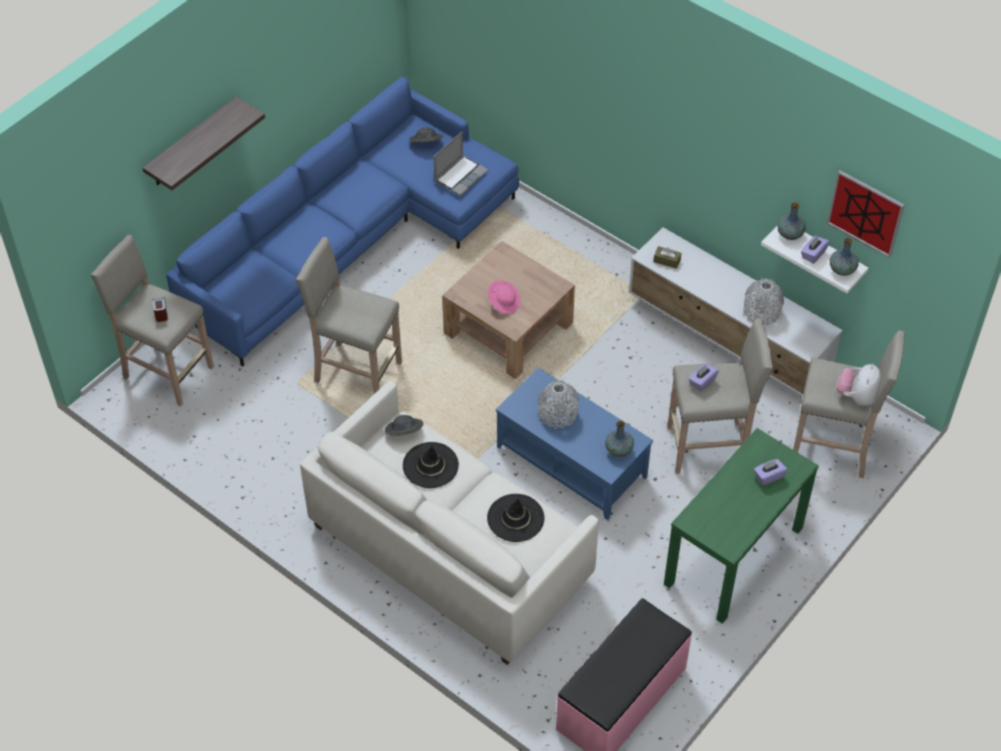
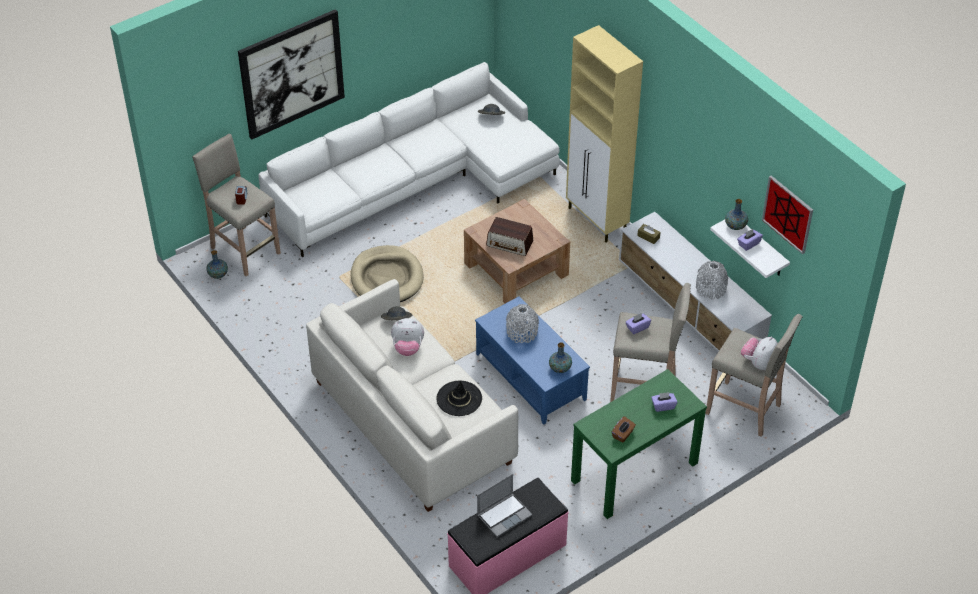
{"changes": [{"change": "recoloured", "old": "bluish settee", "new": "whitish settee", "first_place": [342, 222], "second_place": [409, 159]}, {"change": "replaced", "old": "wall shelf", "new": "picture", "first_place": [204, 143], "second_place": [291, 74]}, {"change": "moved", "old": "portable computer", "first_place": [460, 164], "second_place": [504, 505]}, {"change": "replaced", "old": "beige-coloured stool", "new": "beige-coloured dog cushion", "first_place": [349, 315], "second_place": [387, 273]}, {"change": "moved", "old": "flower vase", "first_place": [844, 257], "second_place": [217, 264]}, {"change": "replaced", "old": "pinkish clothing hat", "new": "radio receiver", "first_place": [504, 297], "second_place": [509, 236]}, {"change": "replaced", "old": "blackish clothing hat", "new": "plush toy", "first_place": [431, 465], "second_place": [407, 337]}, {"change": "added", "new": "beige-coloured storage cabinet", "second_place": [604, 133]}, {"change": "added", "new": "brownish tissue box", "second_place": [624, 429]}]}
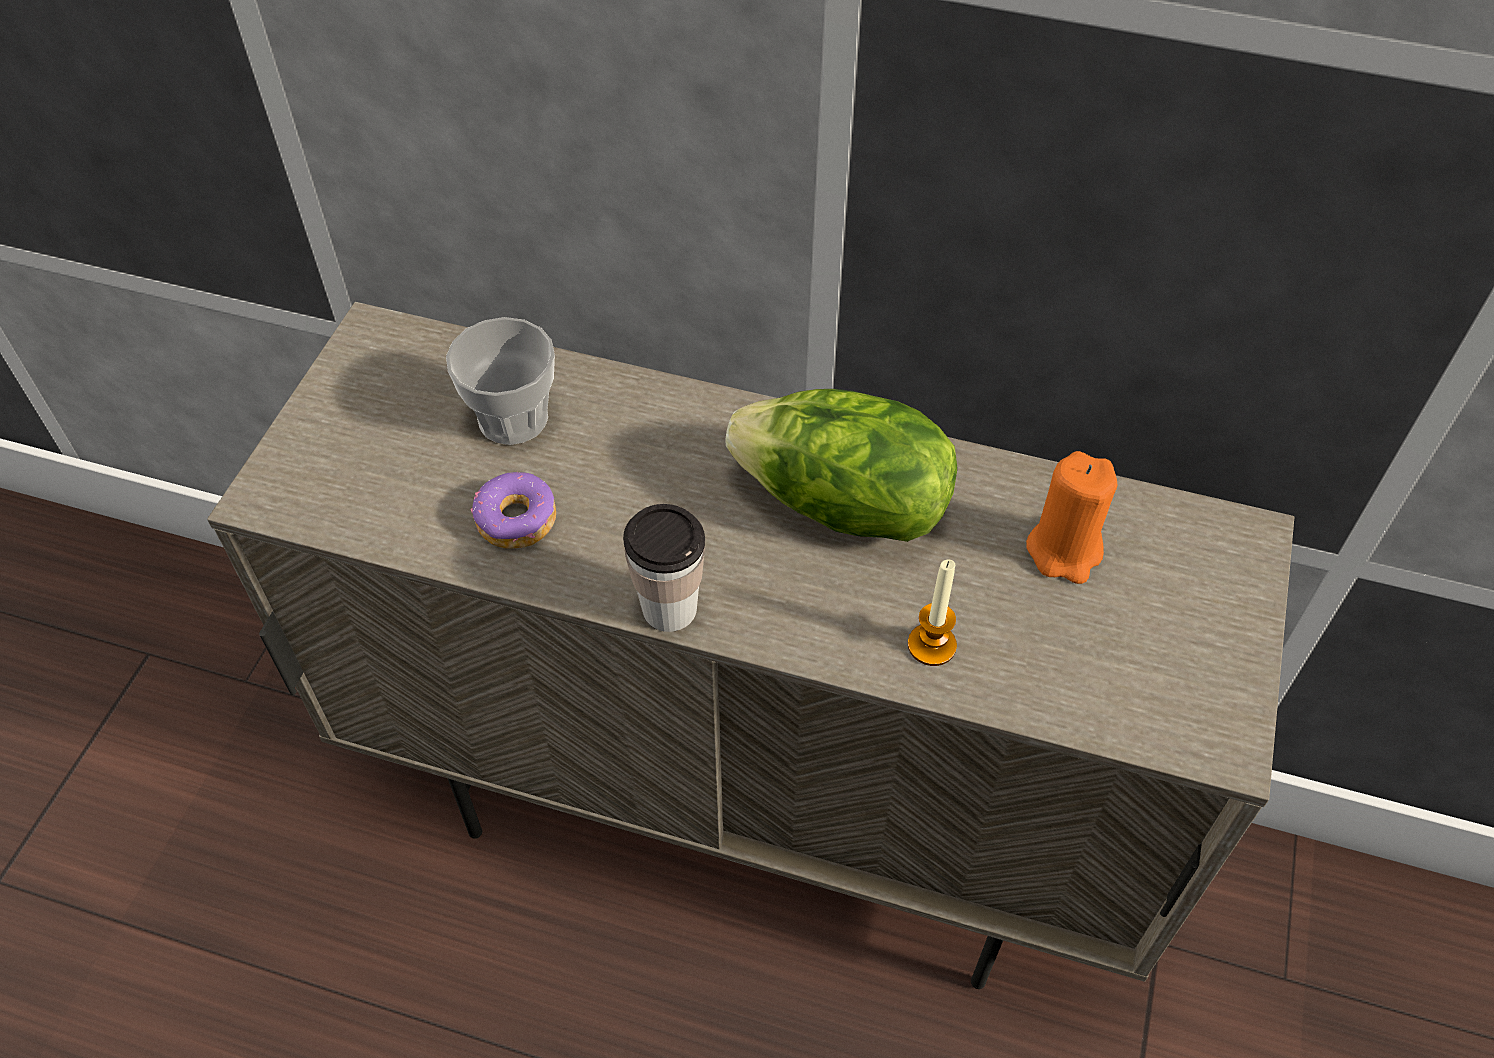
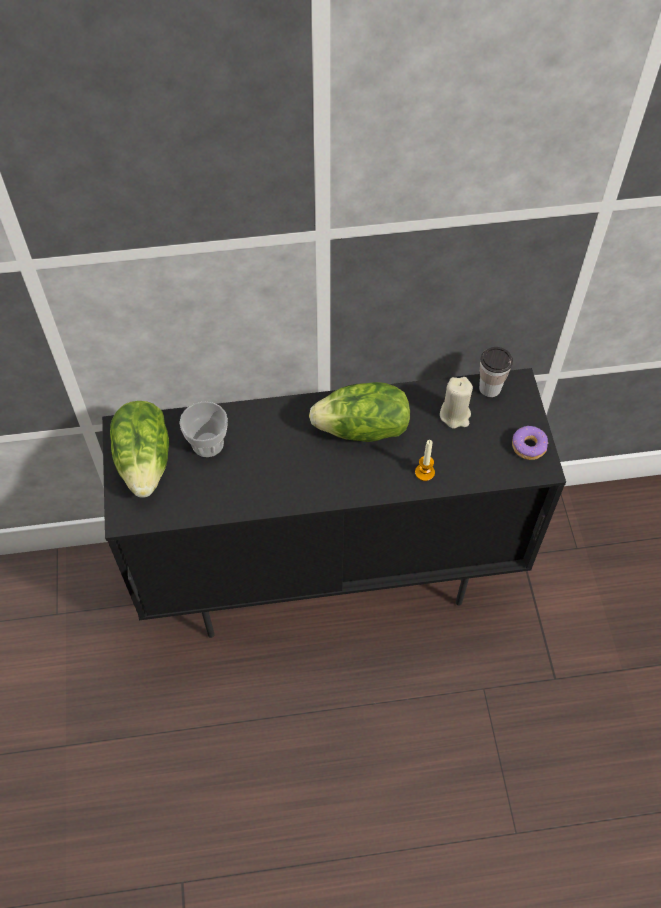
{"changes": [{"change": "recoloured", "old": "beige-coloured storage cabinet", "new": "blackish storage cabinet", "first_place": [750, 645], "second_place": [334, 503]}, {"change": "recoloured", "old": "orange-coloured wax candle", "new": "beige-coloured wax candle", "first_place": [1071, 517], "second_place": [456, 403]}, {"change": "moved", "old": "donut", "first_place": [513, 510], "second_place": [530, 443]}, {"change": "moved", "old": "drinking cup", "first_place": [664, 568], "second_place": [496, 372]}, {"change": "added", "new": "head of lettuce", "second_place": [139, 449]}]}
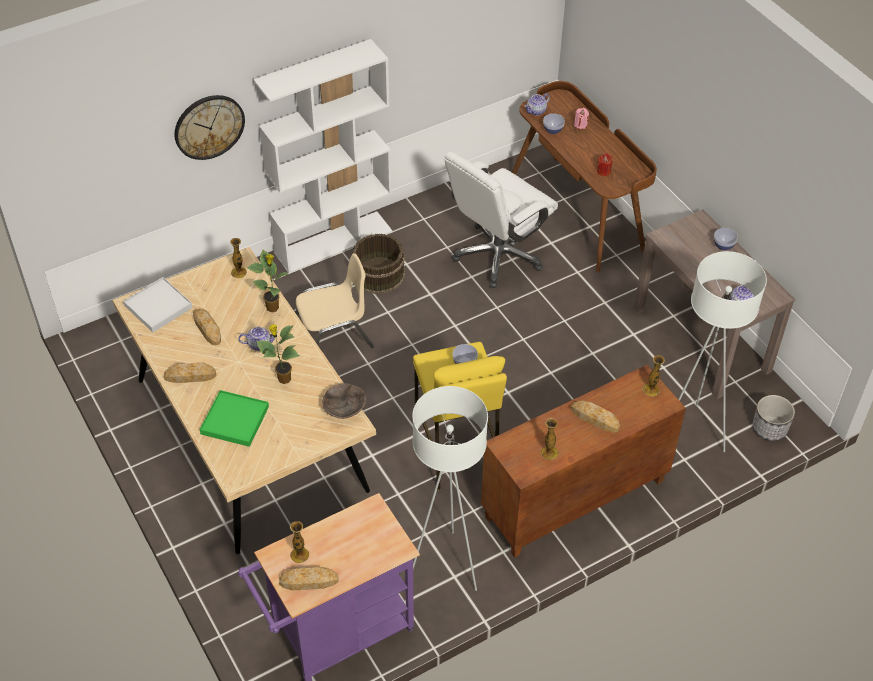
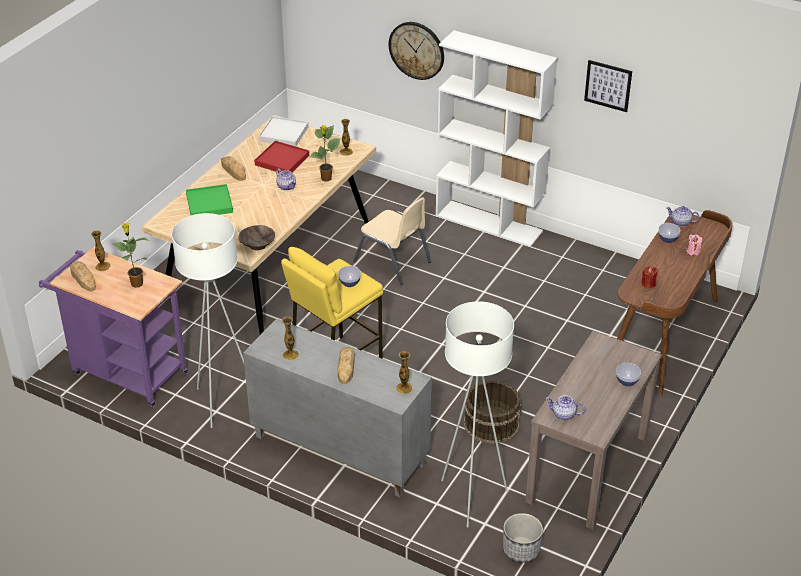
{"changes": [{"change": "removed", "old": "whitish computer chair", "first_place": [501, 219]}, {"change": "moved", "old": "brownish bucket", "first_place": [378, 263], "second_place": [492, 412]}, {"change": "replaced", "old": "bakery bread", "new": "red carrying tray", "first_place": [207, 327], "second_place": [281, 157]}, {"change": "moved", "old": "potted plant", "first_place": [278, 354], "second_place": [131, 255]}, {"change": "recoloured", "old": "brownish storage cabinet", "new": "gray storage cabinet", "first_place": [583, 461], "second_place": [337, 408]}, {"change": "added", "new": "picture", "second_place": [608, 86]}]}
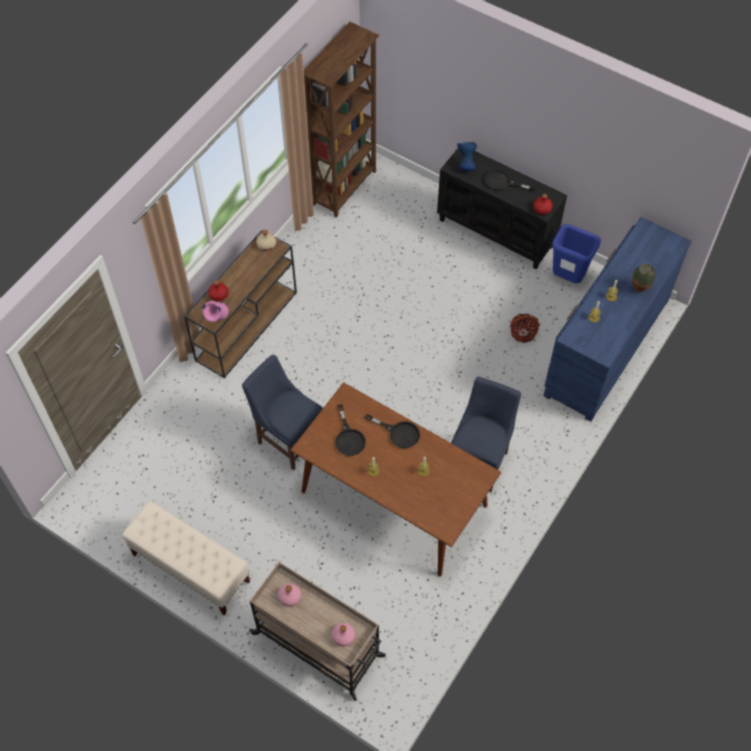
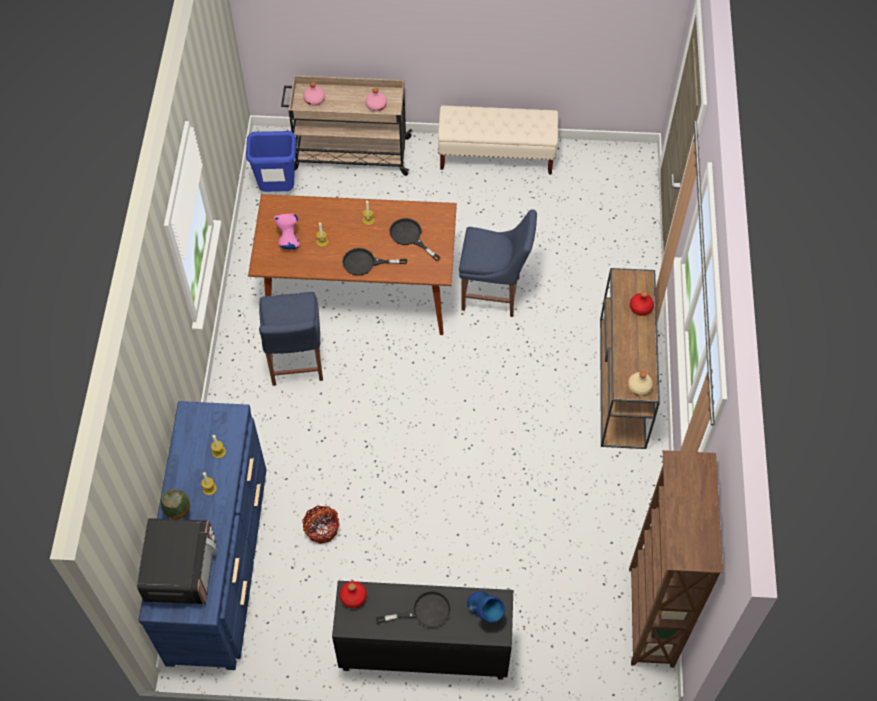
{"changes": [{"change": "moved", "old": "bluish trash can", "first_place": [576, 253], "second_place": [271, 161]}, {"change": "moved", "old": "pinkish flower vase", "first_place": [215, 311], "second_place": [287, 231]}, {"change": "added", "new": "microwave", "second_place": [176, 561]}]}
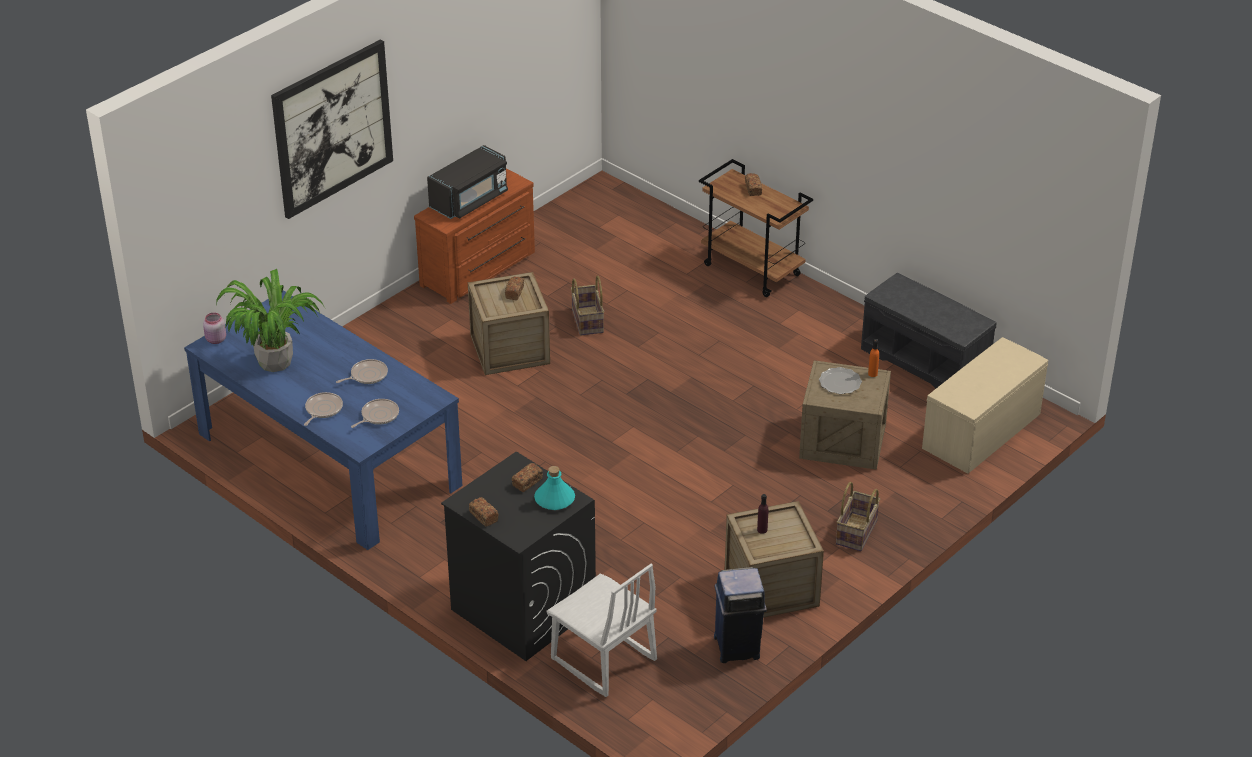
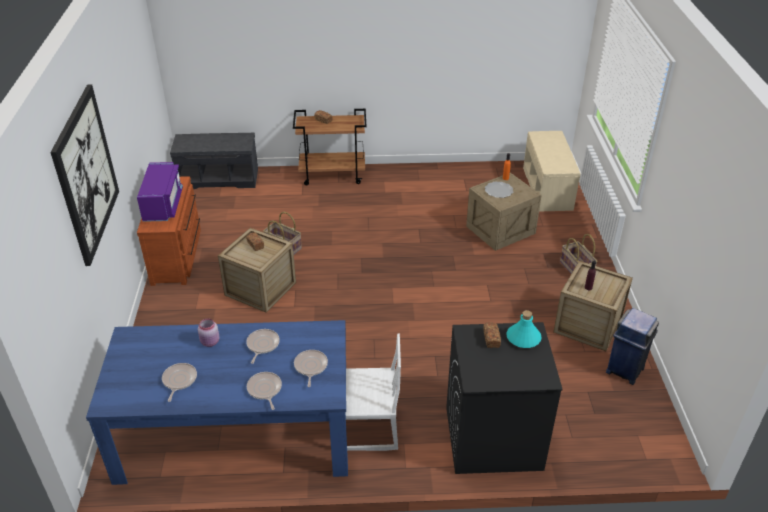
{"changes": [{"change": "recoloured", "old": "blackish microwave", "new": "purplish microwave", "first_place": [467, 182], "second_place": [160, 192]}, {"change": "replaced", "old": "potted plant", "new": "skillet", "first_place": [271, 320], "second_place": [179, 382]}, {"change": "moved", "old": "gray indoor bench", "first_place": [929, 331], "second_place": [214, 161]}, {"change": "moved", "old": "pinkish storage jar", "first_place": [214, 328], "second_place": [208, 333]}, {"change": "removed", "old": "bakery bread", "first_place": [484, 511]}, {"change": "moved", "old": "whitish chair", "first_place": [602, 630], "second_place": [373, 392]}]}
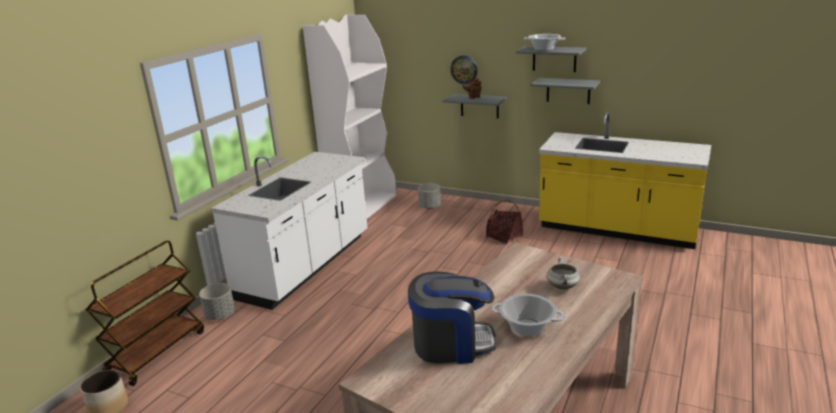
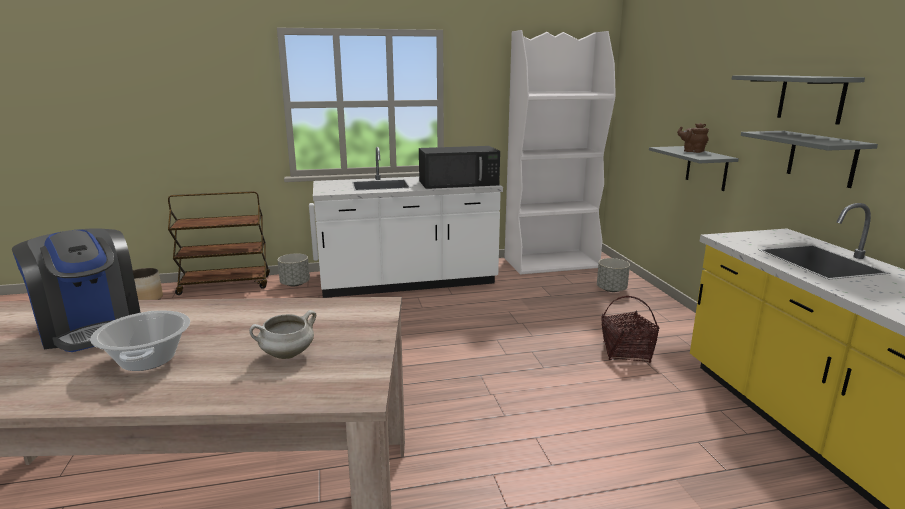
{"changes": [{"change": "removed", "old": "stockpot", "first_place": [545, 42]}, {"change": "removed", "old": "wall clock", "first_place": [464, 69]}, {"change": "added", "new": "blackish microwave", "second_place": [459, 167]}]}
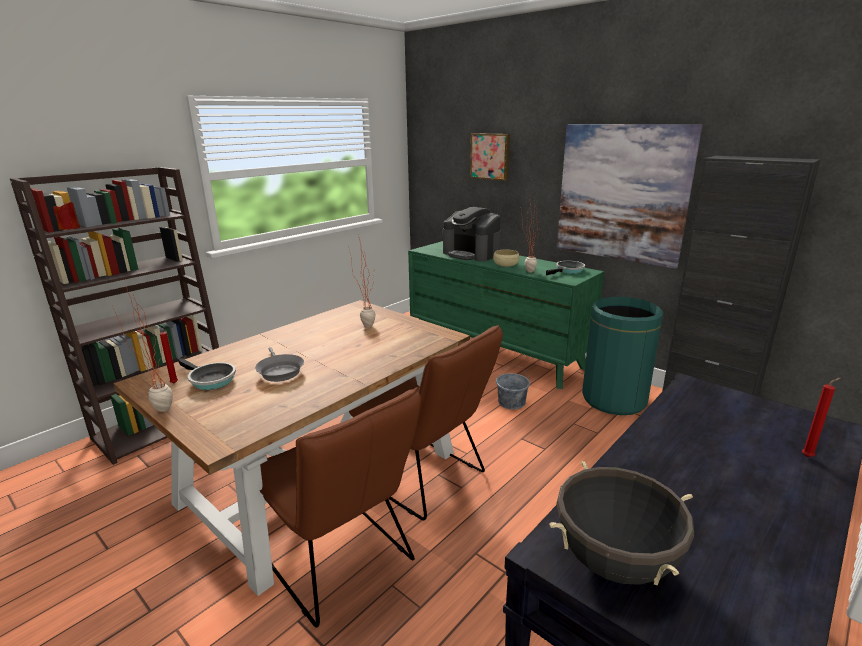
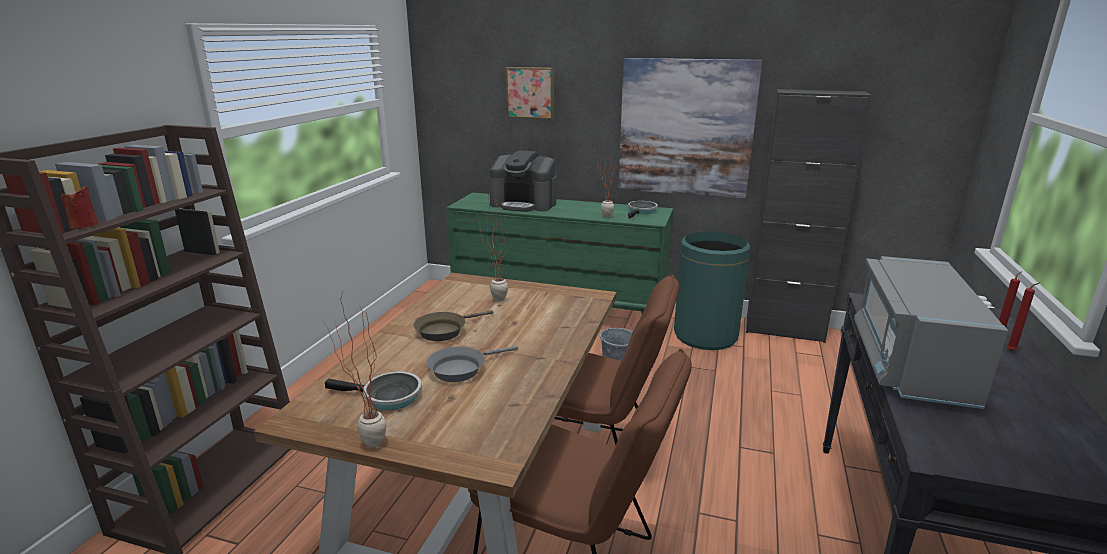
{"changes": [{"change": "removed", "old": "beige-coloured deep dish", "first_place": [506, 258]}, {"change": "moved", "old": "red wax candle", "first_place": [169, 356], "second_place": [1023, 316]}, {"change": "turned", "old": "gray skillet", "first_place": [279, 364], "second_place": [472, 364], "degrees": 105}, {"change": "removed", "old": "blackish stockpot", "first_place": [621, 523]}, {"change": "added", "new": "gray microwave", "second_place": [931, 332]}, {"change": "added", "new": "brownish skillet", "second_place": [454, 325]}]}
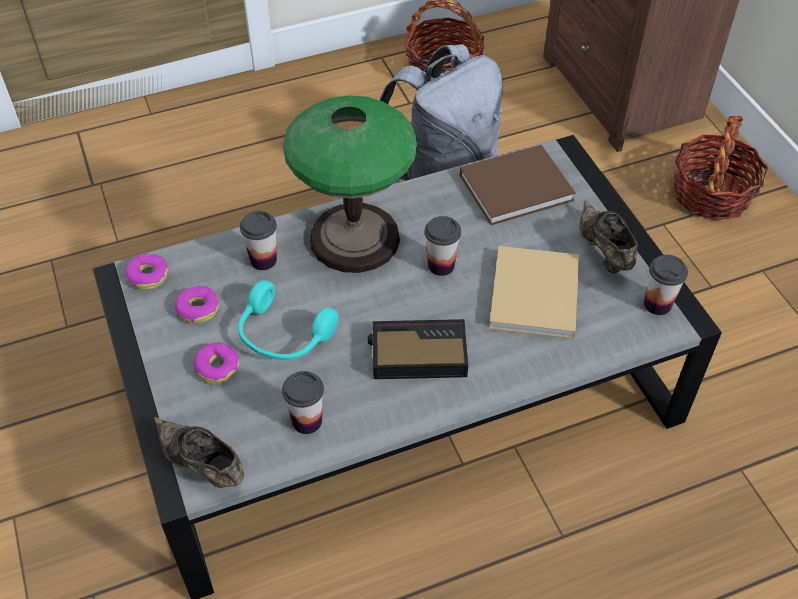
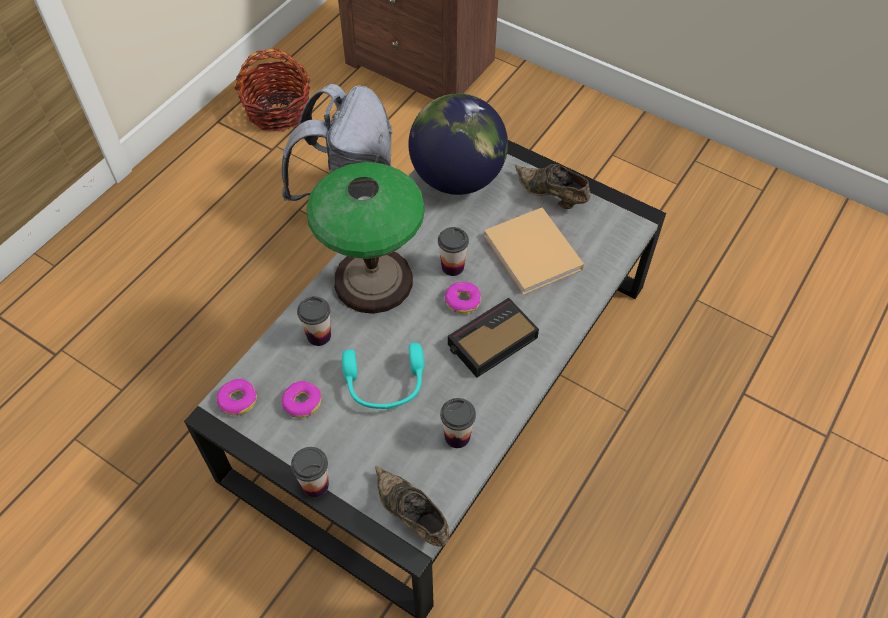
{"changes": [{"change": "removed", "old": "storage basket", "first_place": [721, 168]}, {"change": "replaced", "old": "brownish bound book", "new": "world globe", "first_place": [518, 185], "second_place": [458, 144]}, {"change": "moved", "old": "drinking cup", "first_place": [666, 285], "second_place": [310, 472]}, {"change": "moved", "old": "donut", "first_place": [216, 363], "second_place": [463, 298]}, {"change": "turned", "old": "brownish shoe", "first_place": [199, 452], "second_place": [412, 506], "degrees": 45}]}
